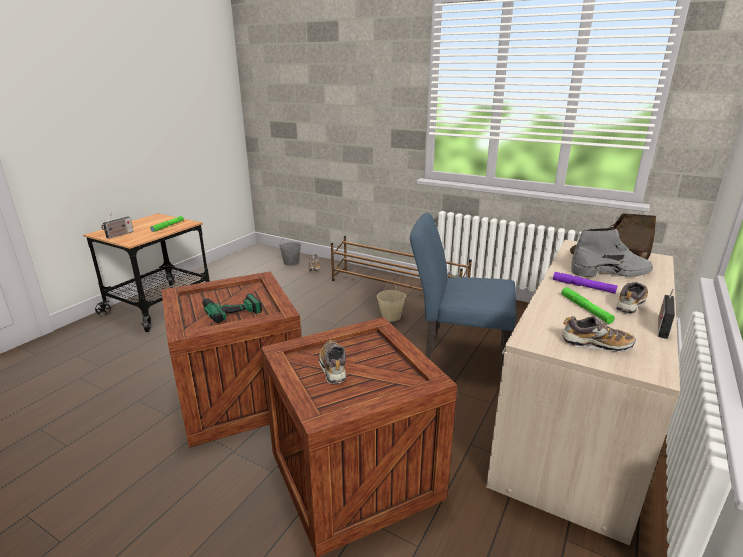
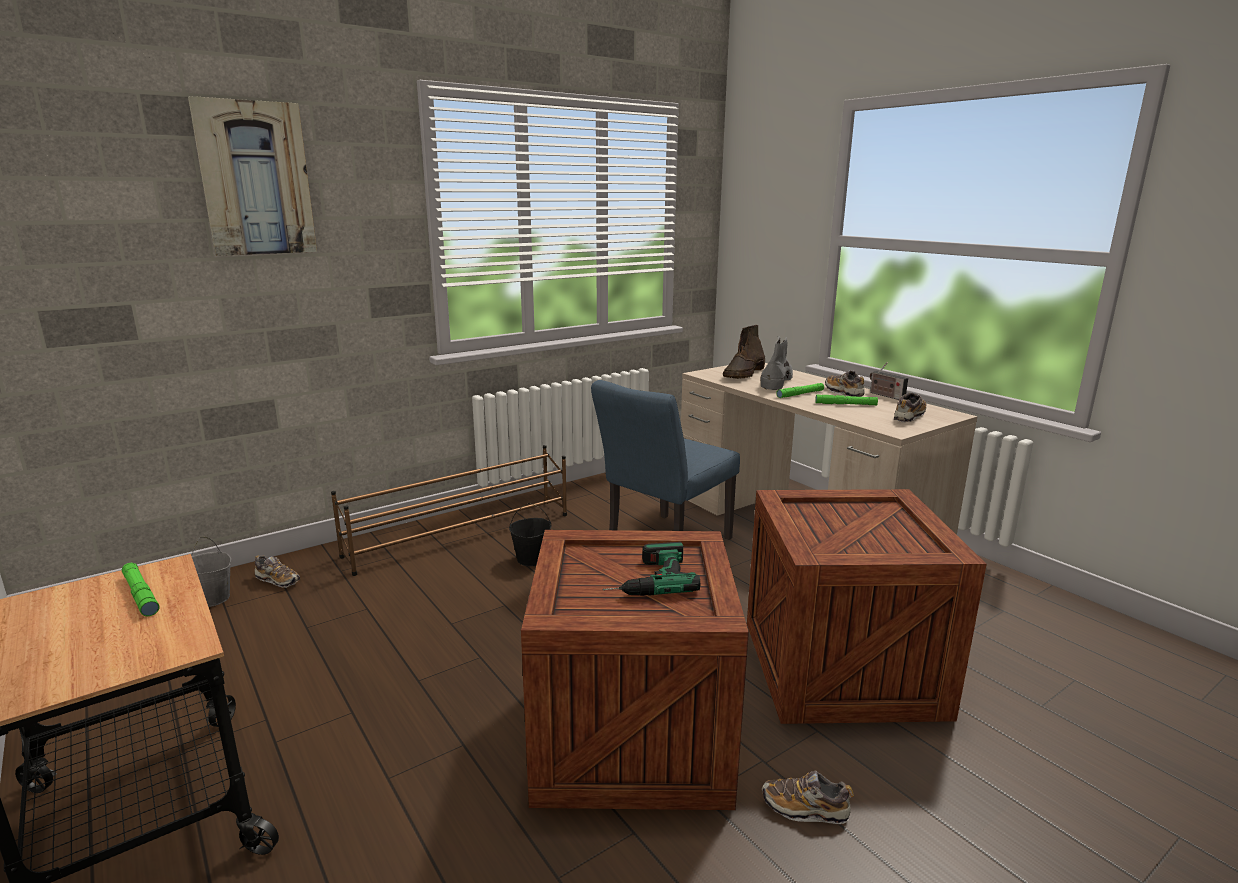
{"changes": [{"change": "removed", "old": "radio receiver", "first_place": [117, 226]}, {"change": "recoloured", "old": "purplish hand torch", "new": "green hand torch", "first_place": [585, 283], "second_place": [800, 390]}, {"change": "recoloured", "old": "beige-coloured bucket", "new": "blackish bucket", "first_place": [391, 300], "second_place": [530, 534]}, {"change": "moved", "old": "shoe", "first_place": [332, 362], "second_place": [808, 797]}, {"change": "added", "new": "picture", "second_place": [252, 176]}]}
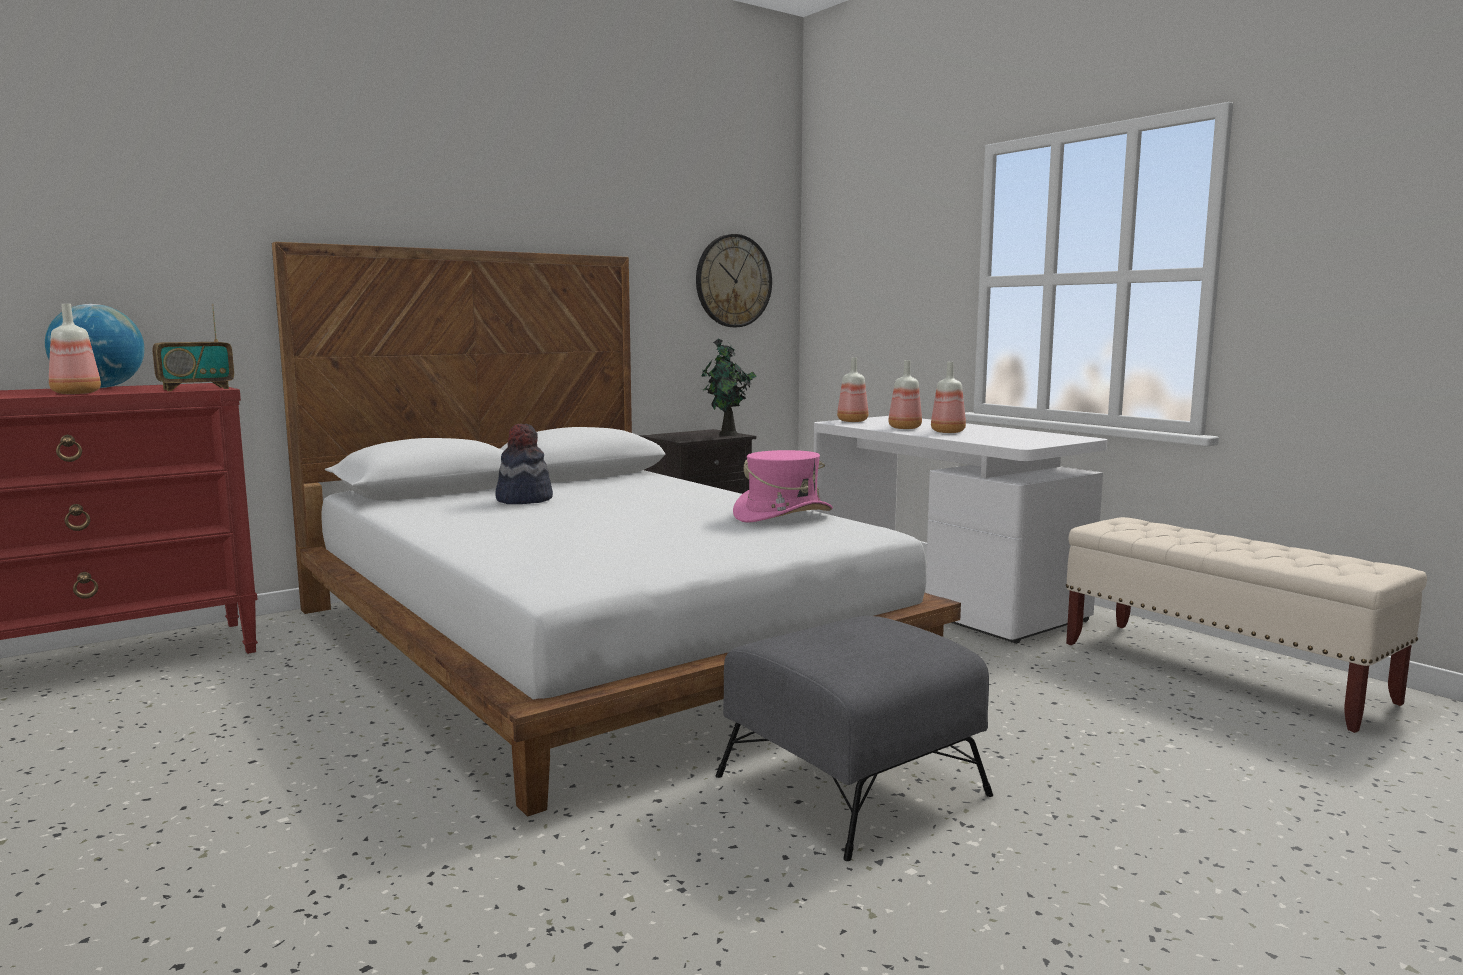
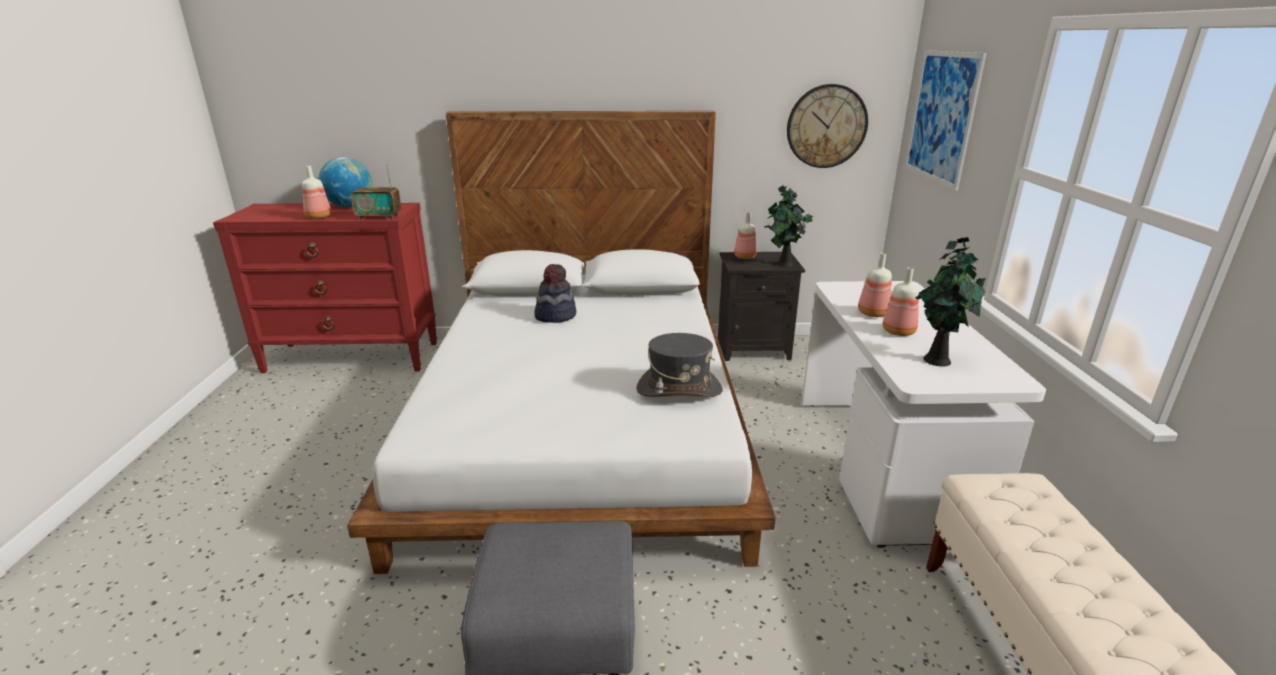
{"changes": [{"change": "moved", "old": "beverage bottle", "first_place": [852, 389], "second_place": [745, 235]}, {"change": "recoloured", "old": "pinkish clothing hat", "new": "gray clothing hat", "first_place": [783, 486], "second_place": [679, 365]}, {"change": "added", "new": "picture", "second_place": [946, 120]}, {"change": "added", "new": "potted plant", "second_place": [950, 302]}]}
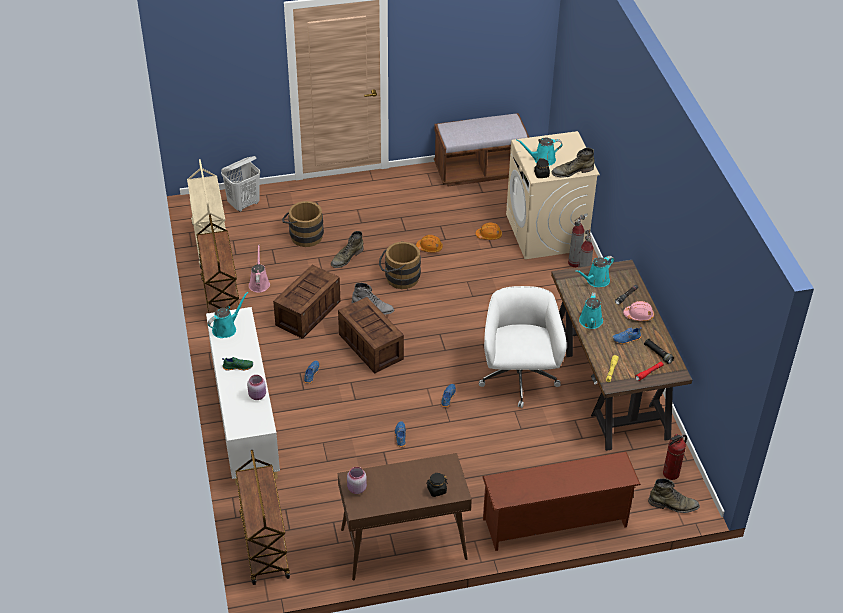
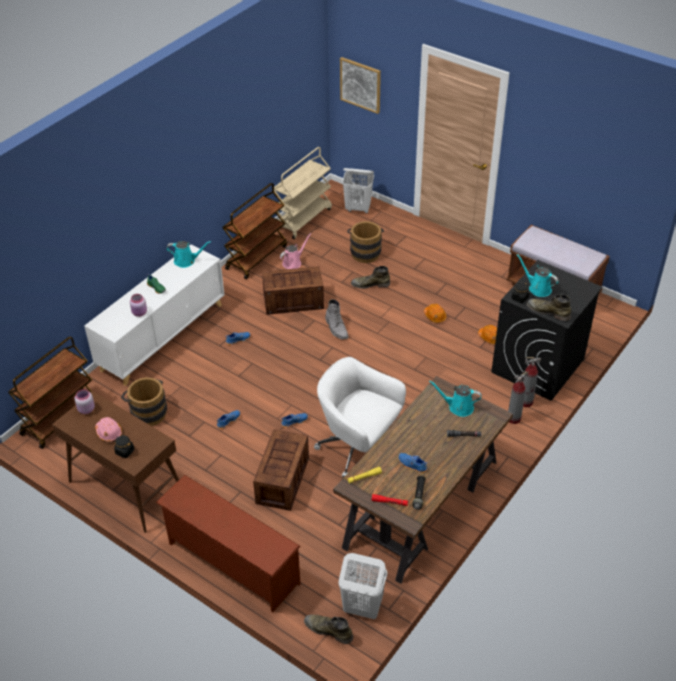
{"changes": [{"change": "recoloured", "old": "beige-coloured washing machine", "new": "blackish washing machine", "first_place": [553, 195], "second_place": [546, 330]}, {"change": "moved", "old": "brownish bucket", "first_place": [400, 265], "second_place": [144, 401]}, {"change": "turned", "old": "whitish computer chair", "first_place": [523, 347], "second_place": [360, 417], "degrees": -105}, {"change": "removed", "old": "blue-green sprinkling can", "first_place": [591, 310]}, {"change": "moved", "old": "packing crate", "first_place": [371, 335], "second_place": [281, 470]}, {"change": "moved", "old": "pinkish work helmet", "first_place": [638, 311], "second_place": [108, 429]}, {"change": "replaced", "old": "fire-fighting cylinder", "new": "whitish laundry basket", "first_place": [675, 457], "second_place": [363, 586]}, {"change": "turned", "old": "green high-top boot", "first_place": [674, 495], "second_place": [328, 629], "degrees": 150}, {"change": "added", "new": "picture", "second_place": [360, 85]}]}
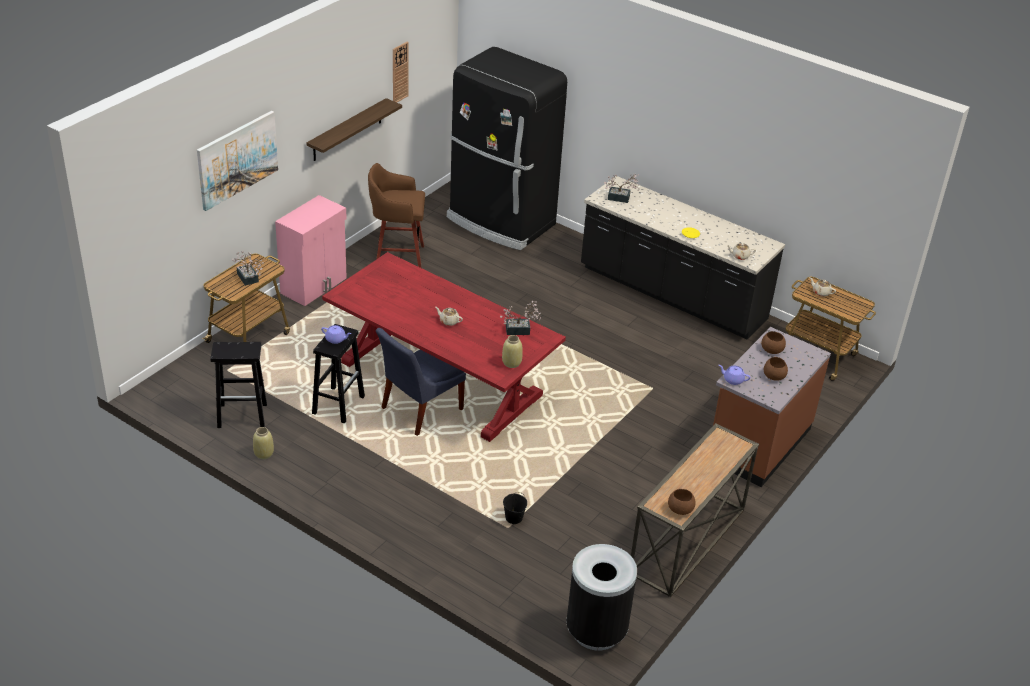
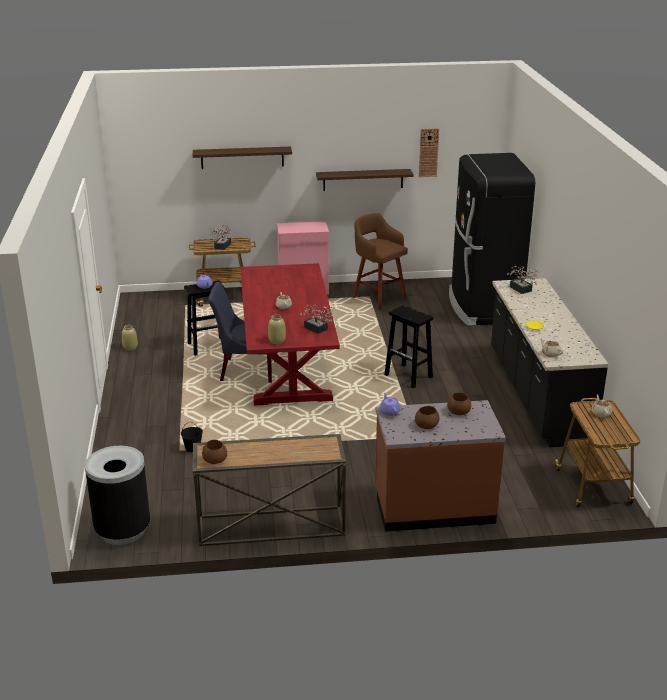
{"changes": [{"change": "replaced", "old": "picture", "new": "wall shelf", "first_place": [237, 161], "second_place": [242, 158]}, {"change": "moved", "old": "blackish stool", "first_place": [238, 385], "second_place": [408, 346]}]}
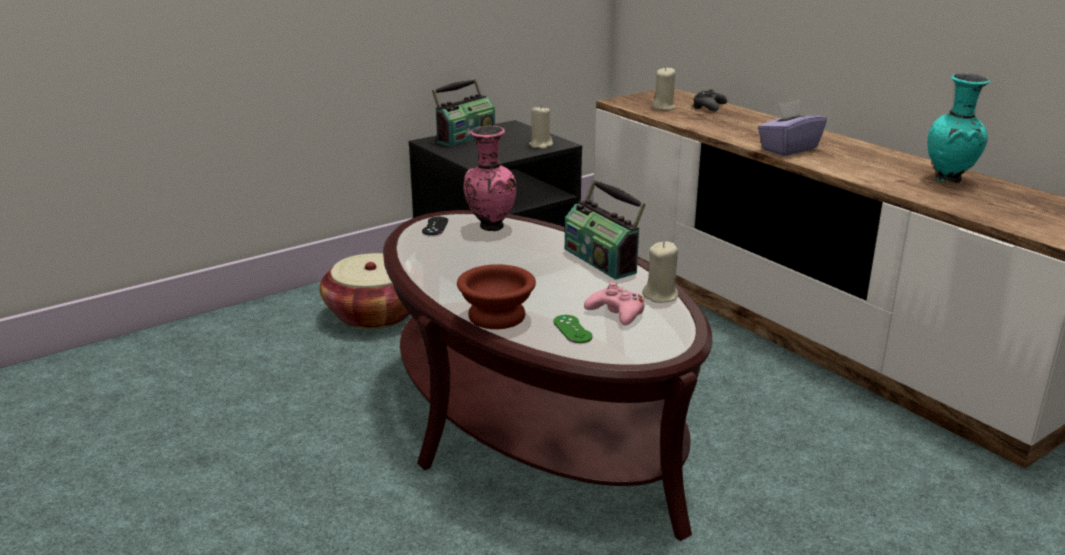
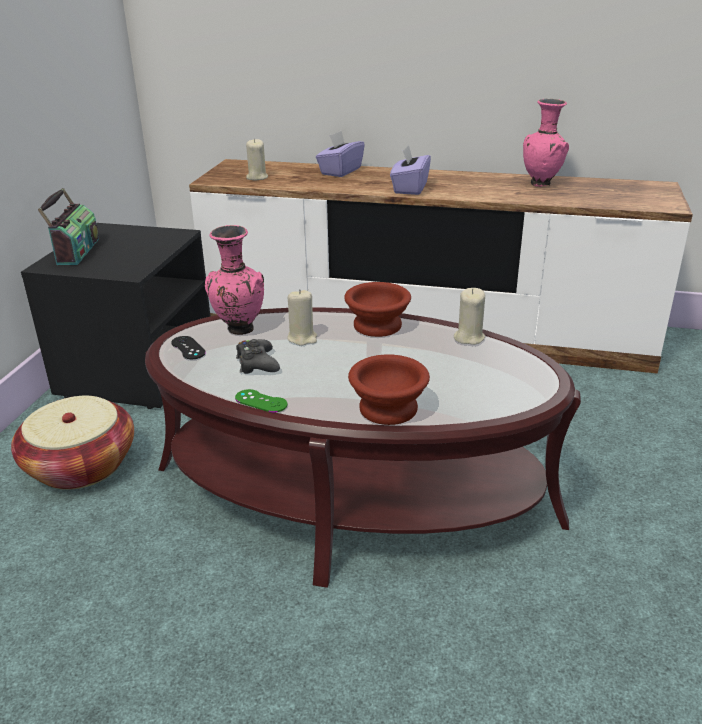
{"changes": [{"change": "recoloured", "old": "blue-green flower vase", "new": "pinkish flower vase", "first_place": [958, 128], "second_place": [546, 143]}, {"change": "moved", "old": "blackish game controller", "first_place": [709, 100], "second_place": [258, 356]}, {"change": "moved", "old": "beige-coloured wax candle", "first_place": [541, 127], "second_place": [302, 317]}, {"change": "replaced", "old": "radio receiver", "new": "brownish deep dish", "first_place": [605, 230], "second_place": [377, 309]}, {"change": "removed", "old": "pinkish game controller", "first_place": [614, 303]}, {"change": "moved", "old": "green game controller", "first_place": [573, 329], "second_place": [261, 401]}, {"change": "added", "new": "purplish tissue box", "second_place": [340, 154]}]}
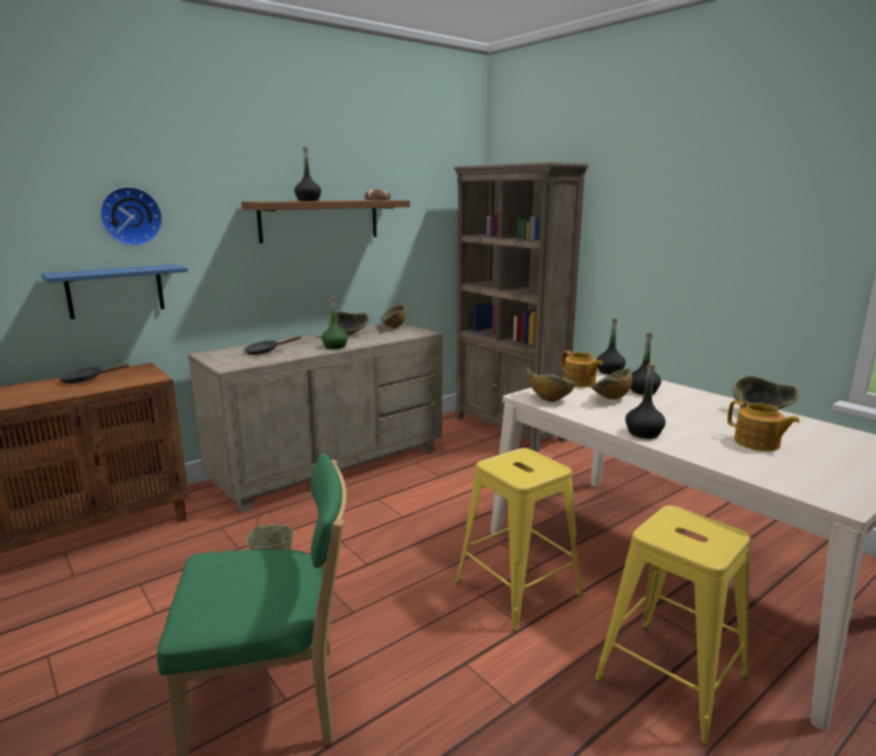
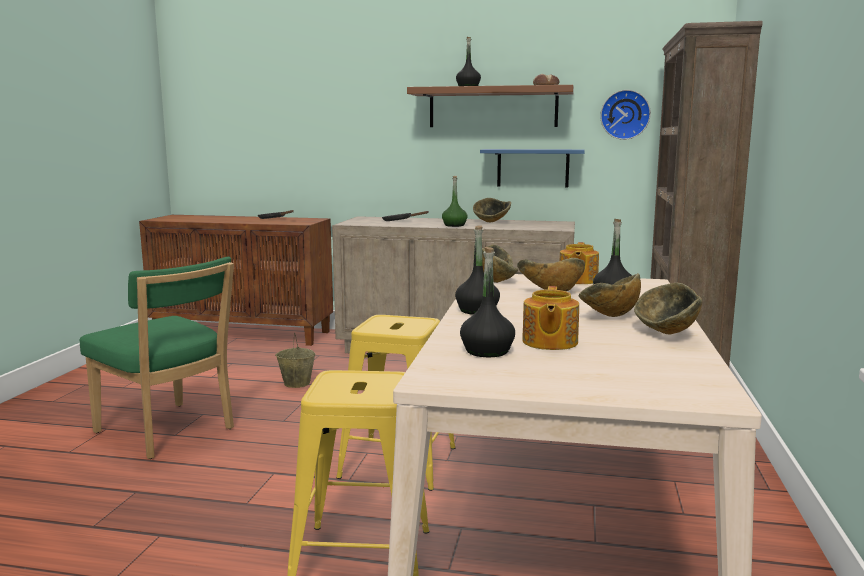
{"changes": [{"change": "moved", "old": "wall clock", "first_place": [131, 216], "second_place": [625, 115]}, {"change": "moved", "old": "bluish wall shelf", "first_place": [114, 291], "second_place": [532, 168]}, {"change": "moved", "old": "deep dish", "first_place": [393, 316], "second_place": [610, 295]}, {"change": "moved", "old": "blackish beverage bottle", "first_place": [611, 346], "second_place": [487, 302]}]}
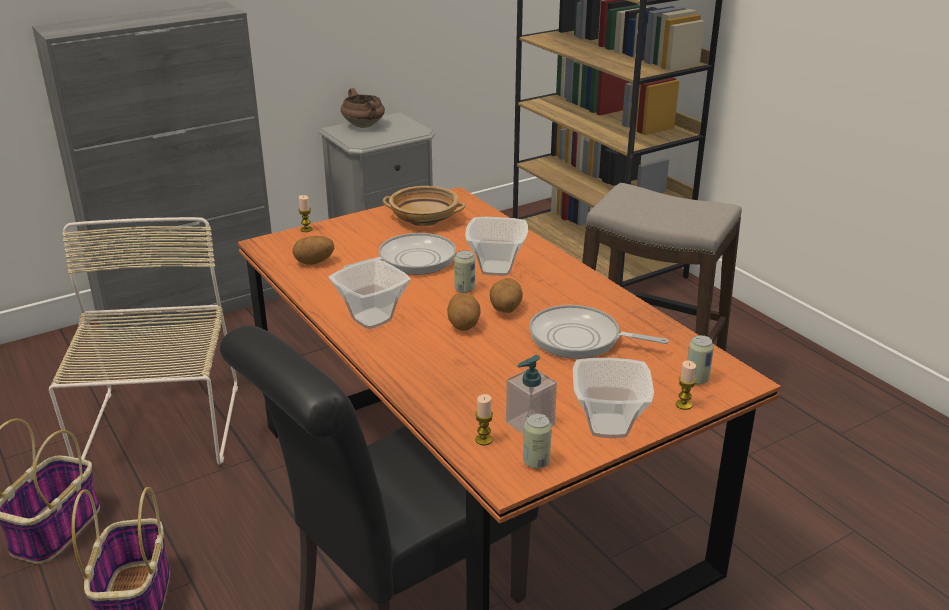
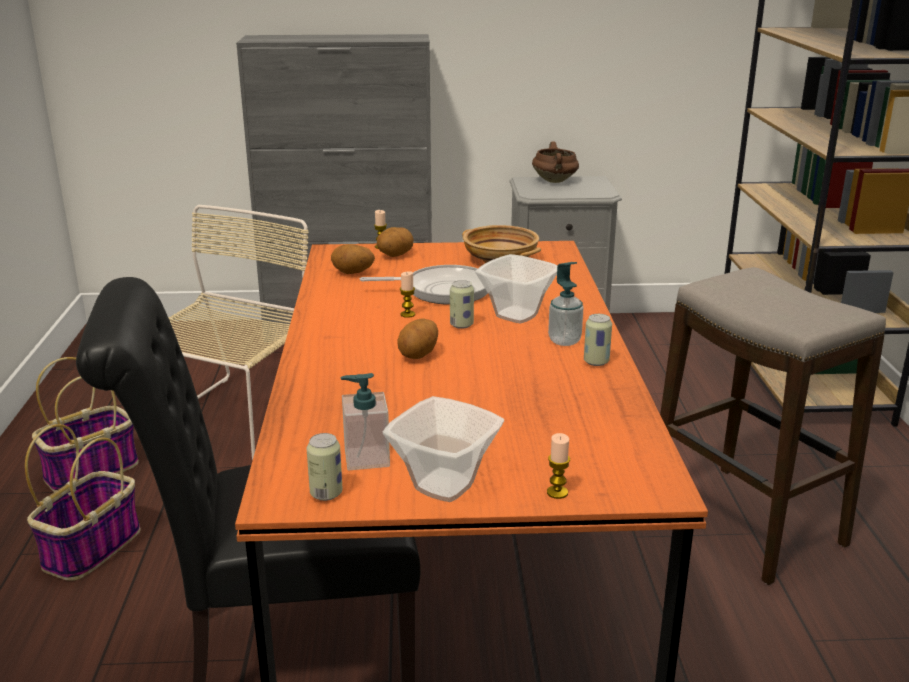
{"changes": [{"change": "removed", "old": "deep dish", "first_place": [370, 294]}, {"change": "moved", "old": "spud", "first_place": [506, 295], "second_place": [395, 242]}, {"change": "removed", "old": "skillet", "first_place": [599, 332]}, {"change": "moved", "old": "sealed can", "first_place": [700, 359], "second_place": [598, 340]}, {"change": "moved", "old": "wax candle", "first_place": [484, 420], "second_place": [407, 294]}, {"change": "added", "new": "soap bottle", "second_place": [566, 304]}]}
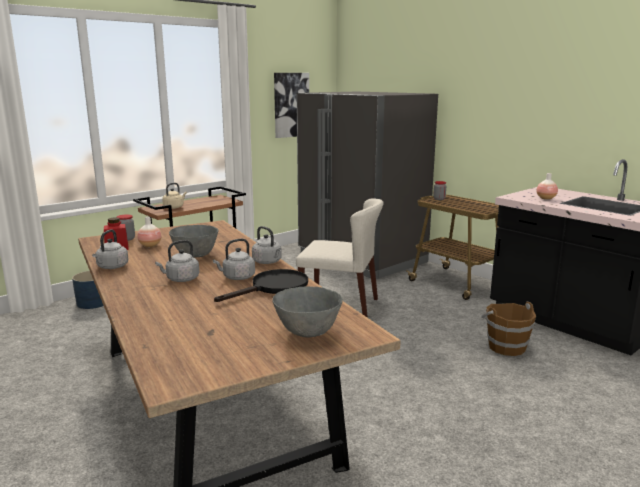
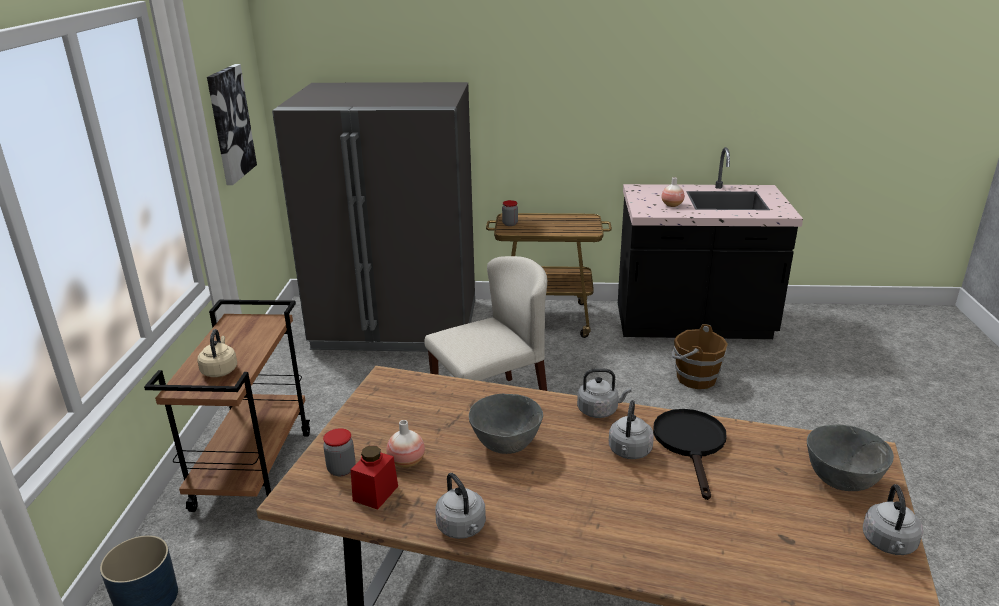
{"changes": [{"change": "moved", "old": "gray kettle", "first_place": [177, 261], "second_place": [893, 519]}]}
